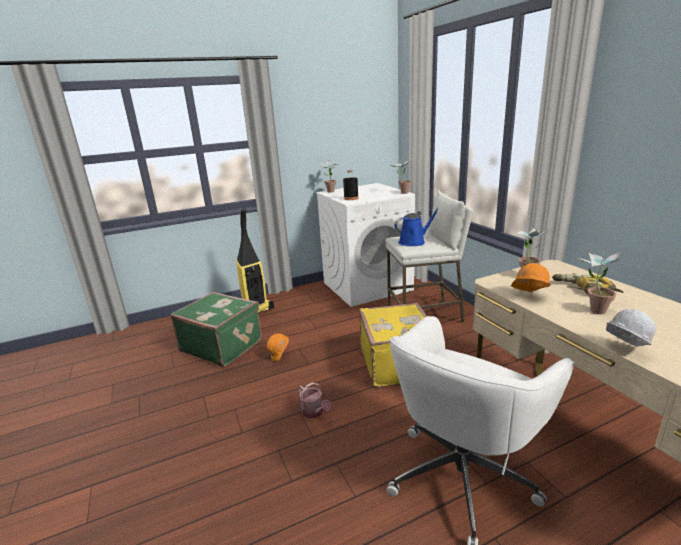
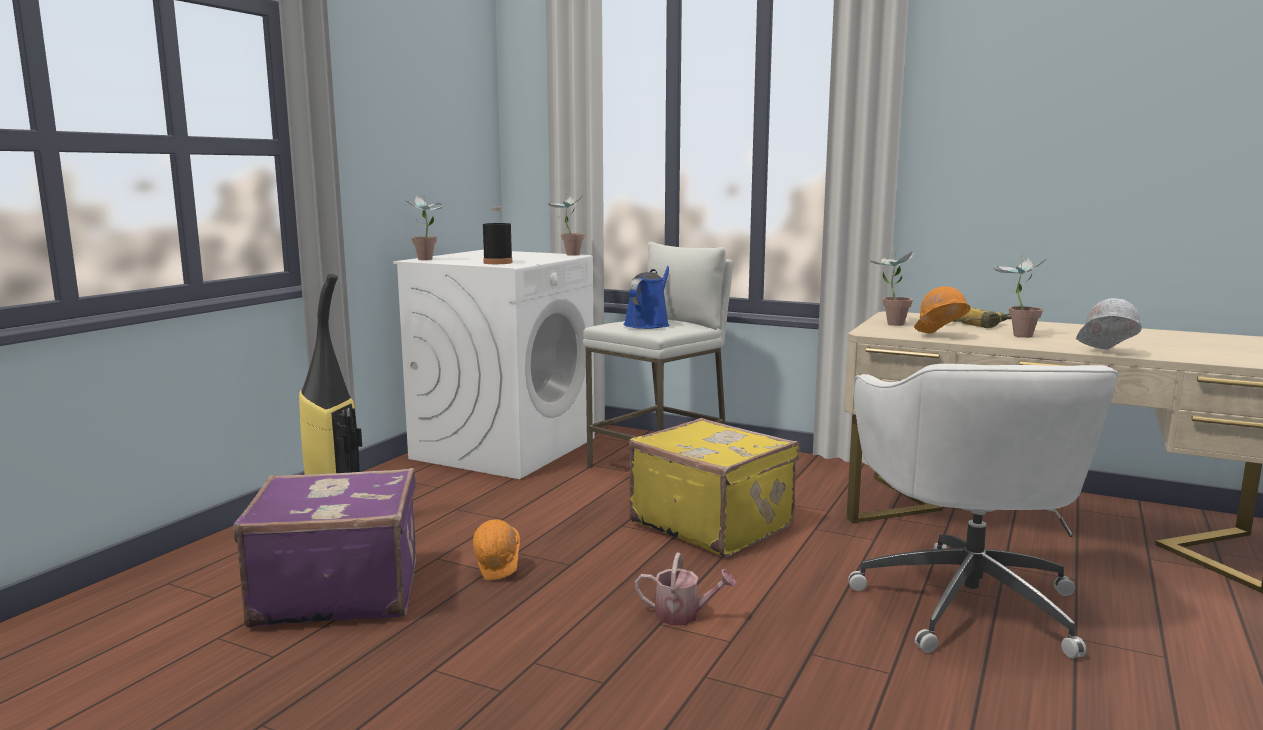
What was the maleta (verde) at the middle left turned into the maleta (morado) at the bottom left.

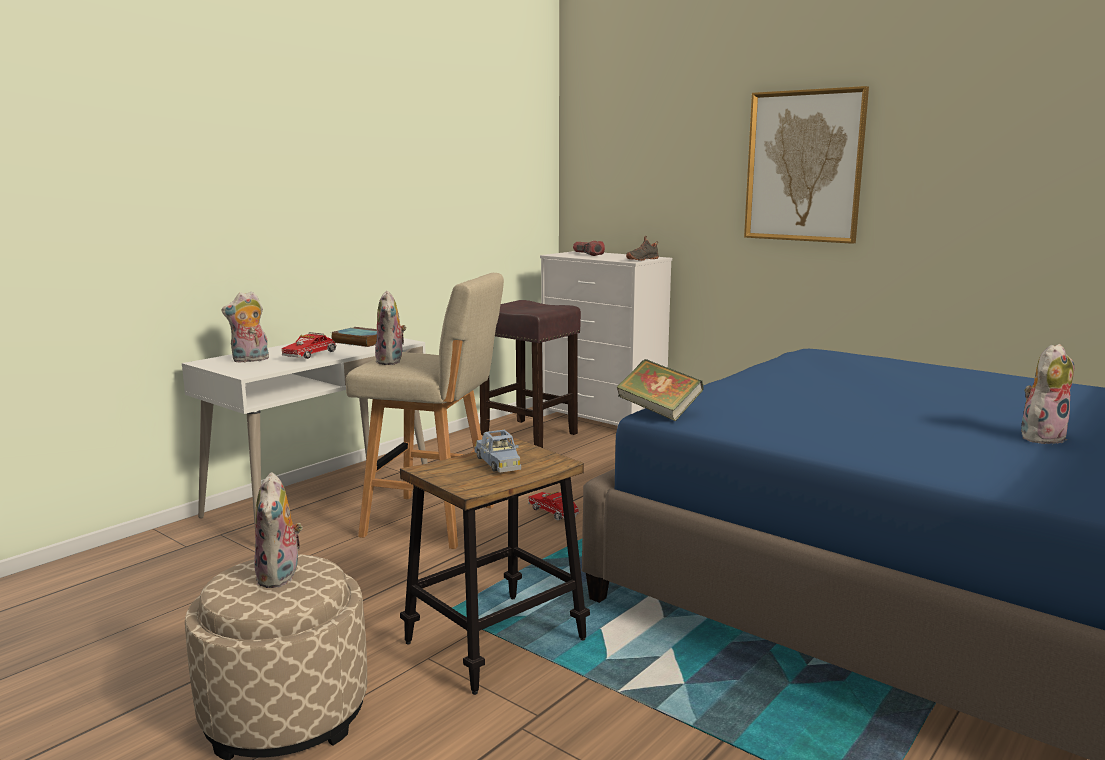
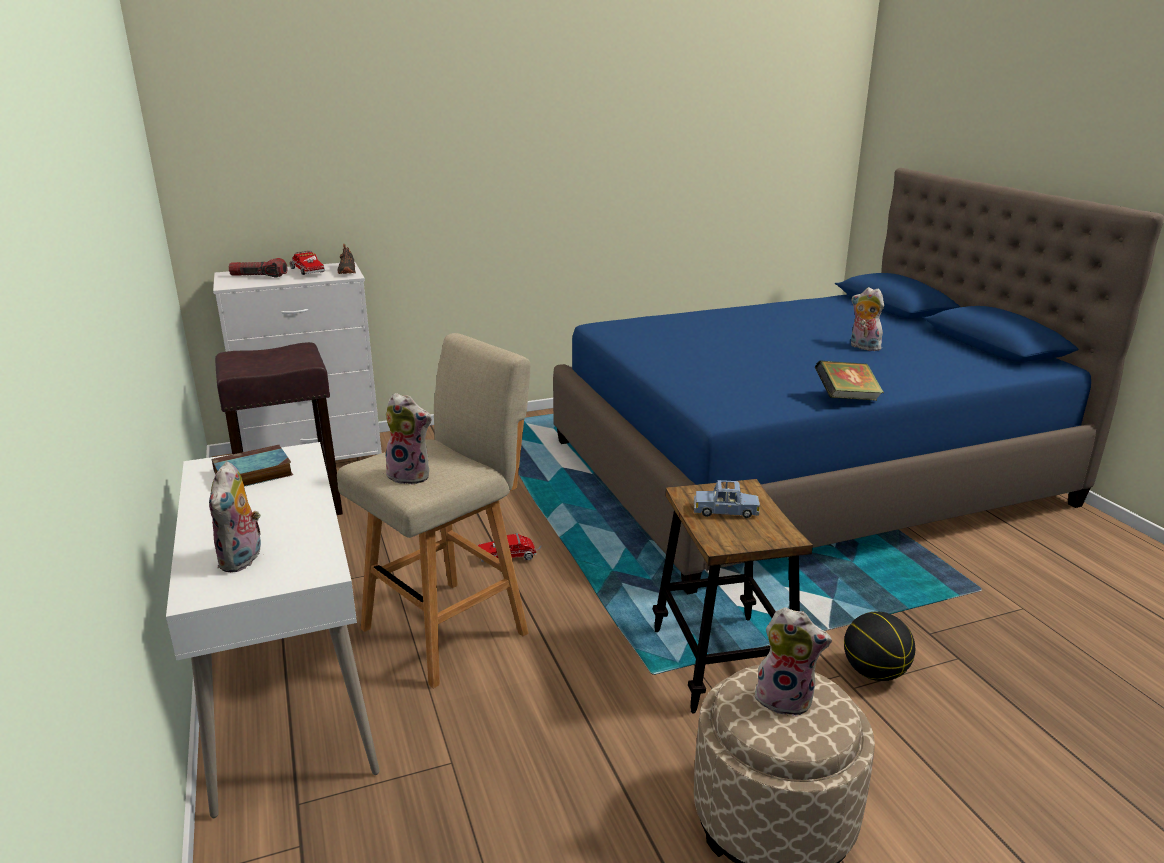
The second view lost the cuadro at the top right. The second view gained the balón de baloncesto at the bottom right. The camión de juguete (1st from left) ended up elsewhere, having gone from the middle left to the top left. The libro (2nd from left) ended up elsewhere, having gone from the centre to the middle right. The peluche (4th from left) at the middle right ended up facing another way, 45 degrees counterclockwise from before.

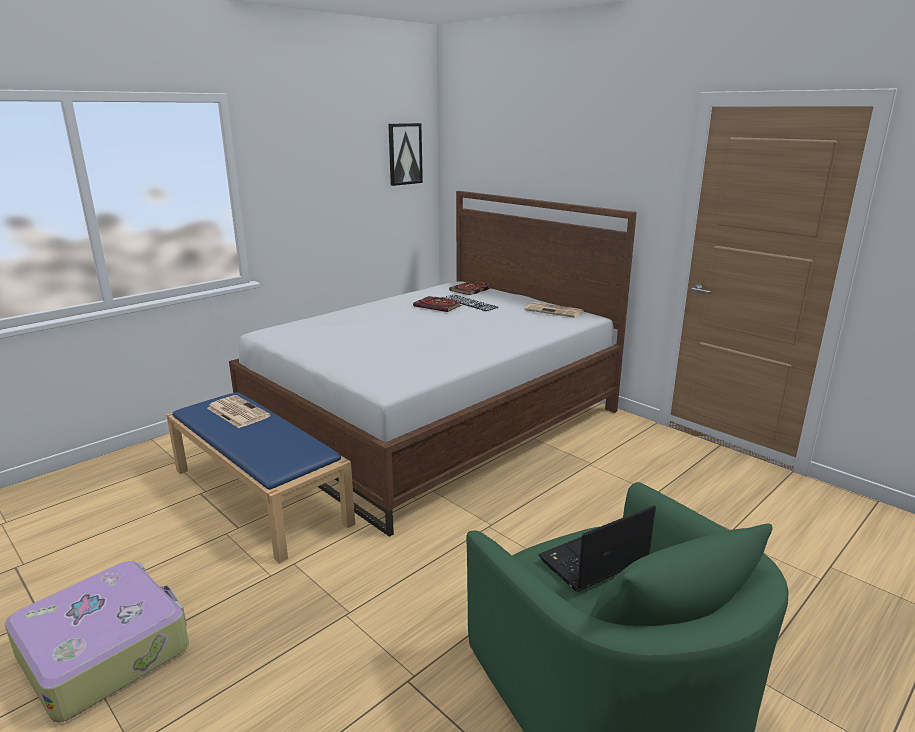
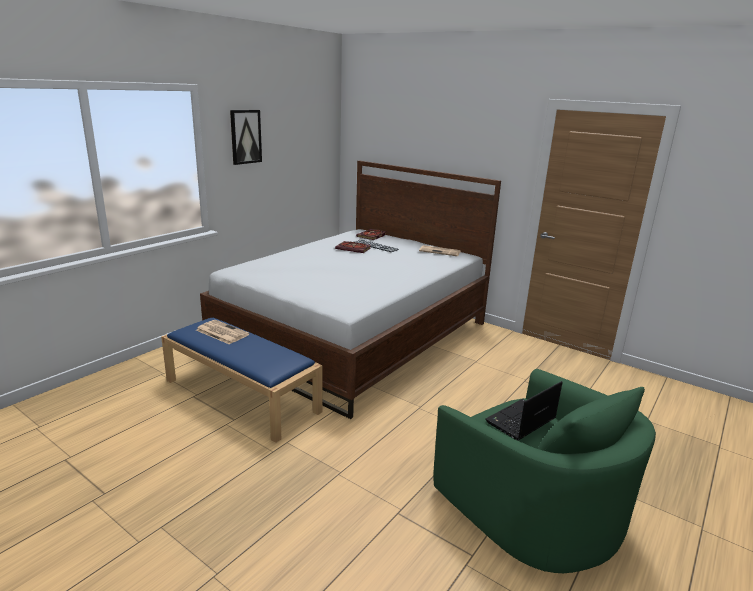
The second view lost the maleta at the bottom left. The cuadro ended up elsewhere, having gone from the top centre to the top left.

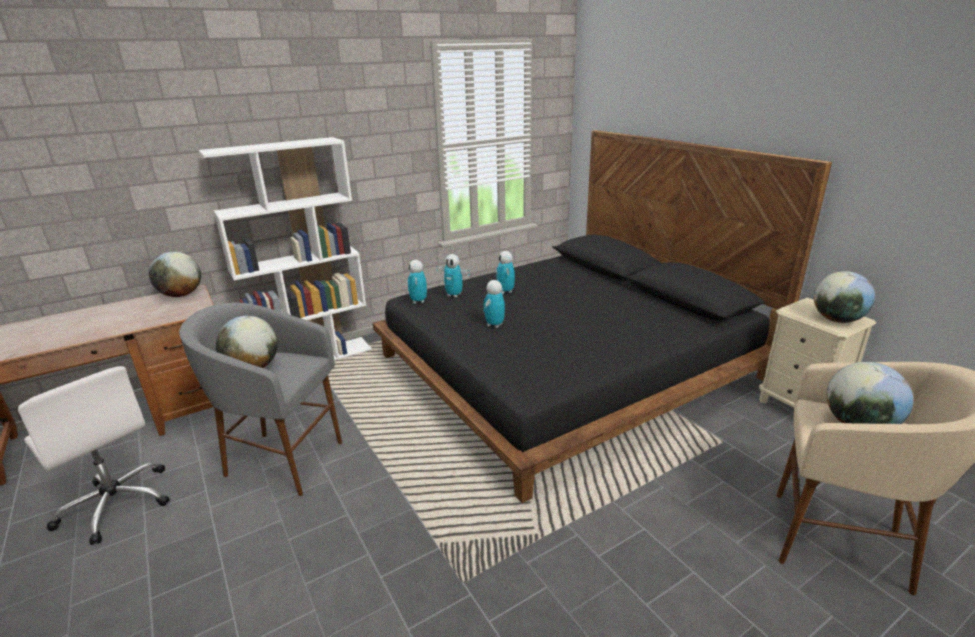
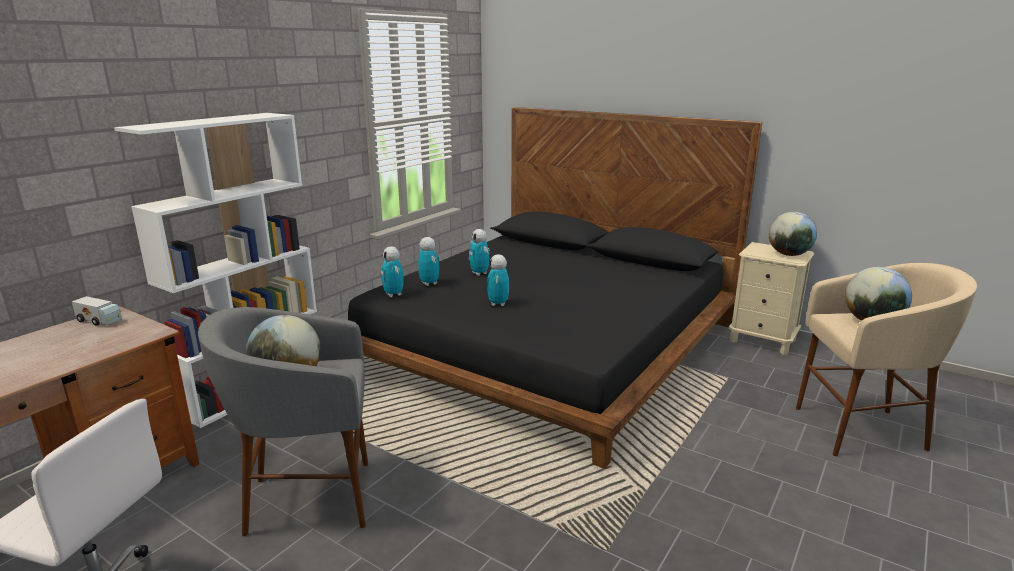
Where the globo terráqueo (1st from left) stood at the middle left, the camión de juguete came to stand at the middle left. The robot de juguete (2nd from left) at the centre ended up facing another way, 120 degrees counterclockwise from before.

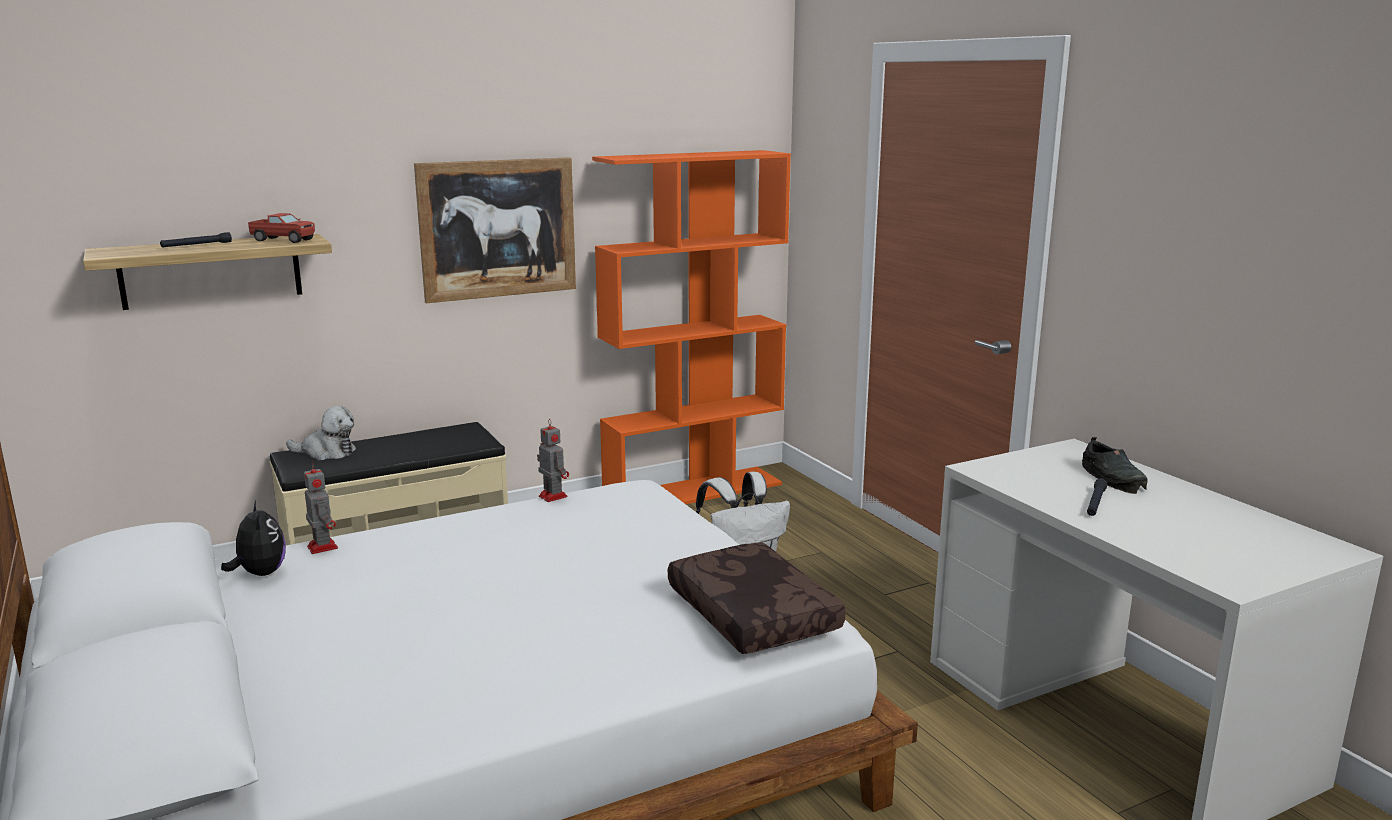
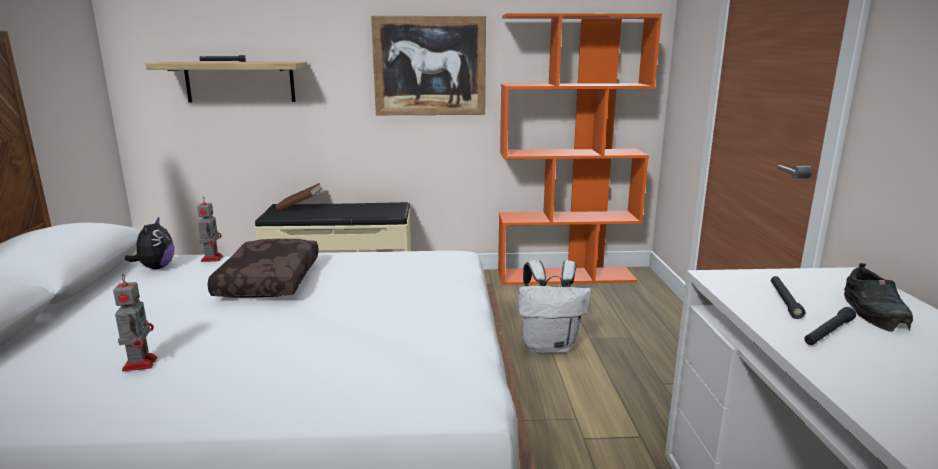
The second view lost the camión de juguete at the top left. The second view gained the linterna (negro) (2nd from left) at the middle right. The robot de juguete (2nd from left in the first image) ended up elsewhere, having gone from the centre to the bottom left. The cojín (marrón) ended up elsewhere, having gone from the bottom centre to the middle left. Where the peluche (2nd from left) stood at the middle left, the libro (marrón) came to stand at the middle left.

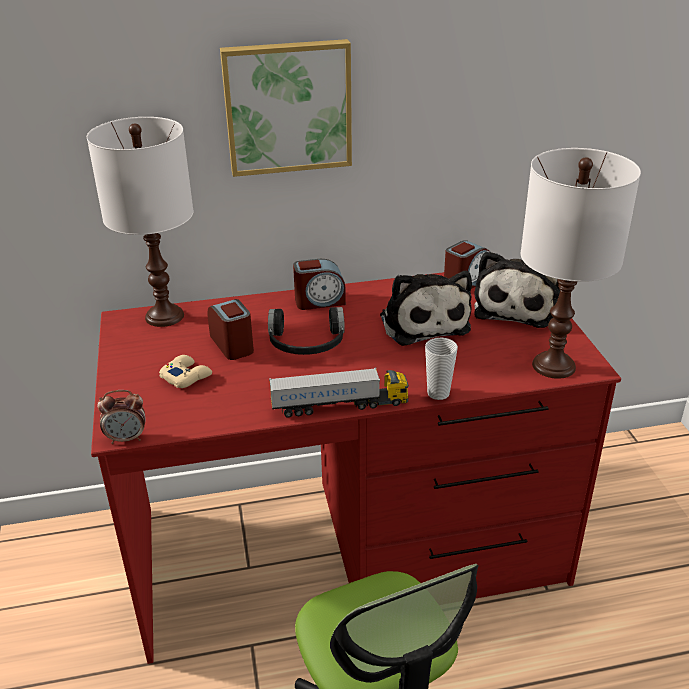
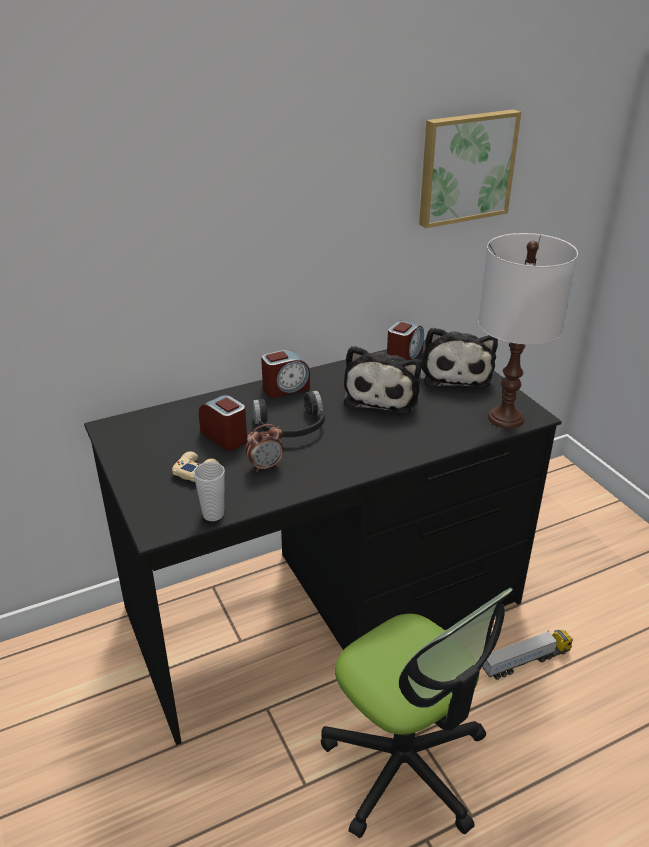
The second view lost the lámpara de mesa (blanco) (1st from left) at the top left. The despertador (1st from left in the first image) ended up elsewhere, having gone from the middle left to the centre. The cuadro ended up elsewhere, having gone from the top centre to the top right. The camión de juguete ended up elsewhere, having gone from the centre to the bottom right. The taza ended up elsewhere, having gone from the centre to the middle left. What was the escritorio (rojo) at the bottom centre turned into the escritorio (negro) at the centre. The peluche (1st from left) at the centre ended up facing another way, 45 degrees clockwise from before.

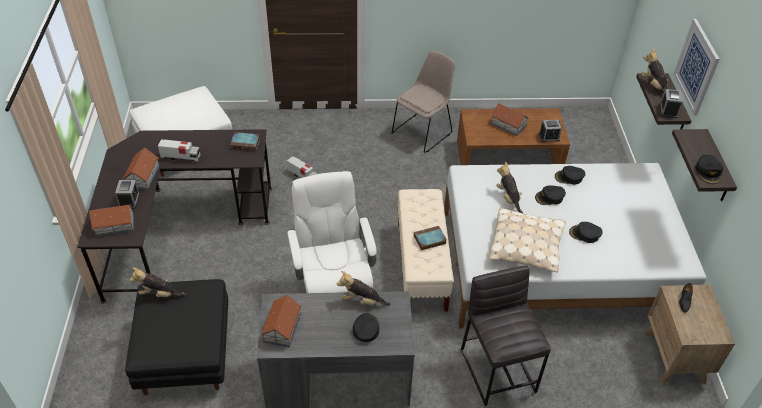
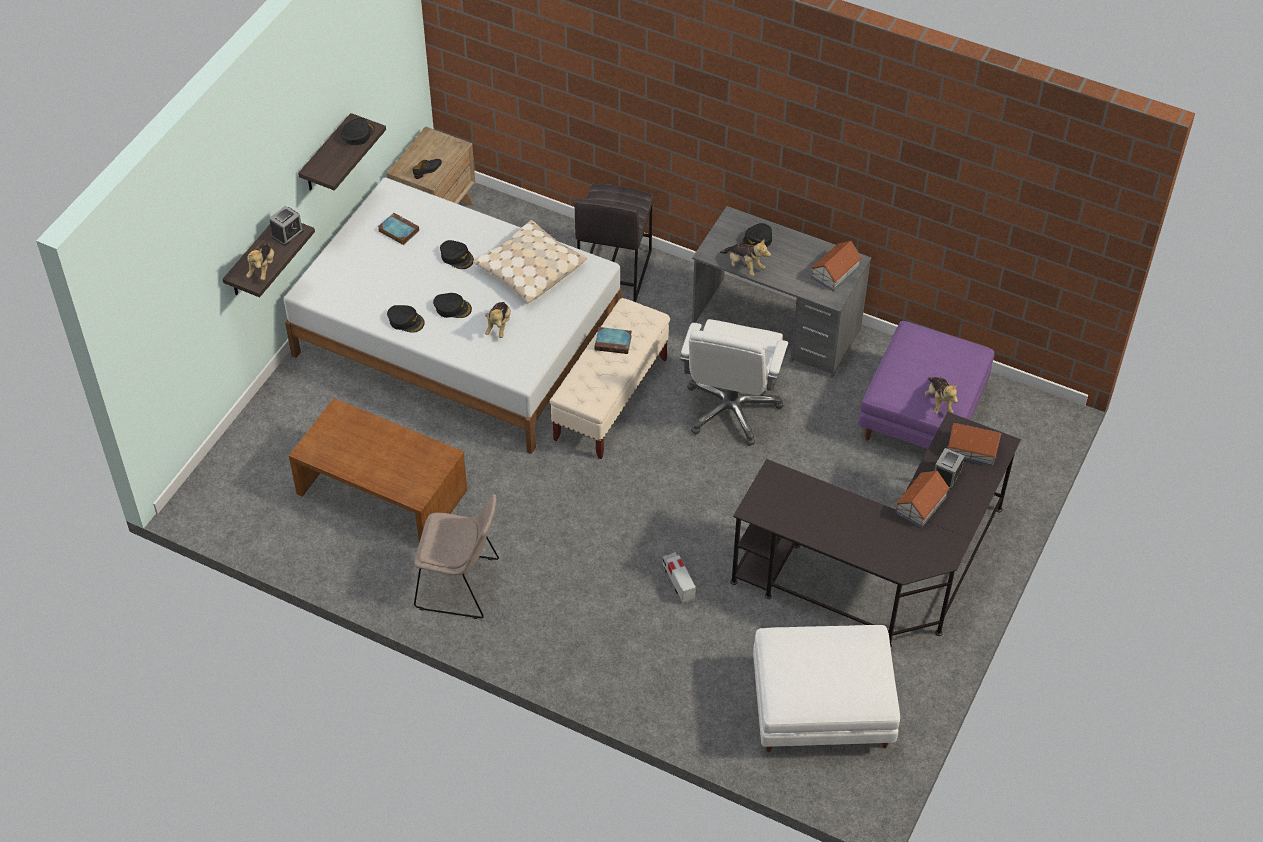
The second view lost the camión de juguete (1st from left) at the middle left. The second view lost the casita (4th from left) at the top right. The second view lost the despertador (2nd from left) at the top right. The second view lost the cuadro at the top right. The libro (1st from left) ended up elsewhere, having gone from the middle left to the top left. What was the puf (negro) at the bottom left turned into the puf (morado) at the middle right. The peluche (1st from left in the first image) at the bottom left ended up facing another way, 45 degrees clockwise from before. The silla (beis) at the top centre ended up facing another way, 150 degrees counterclockwise from before.

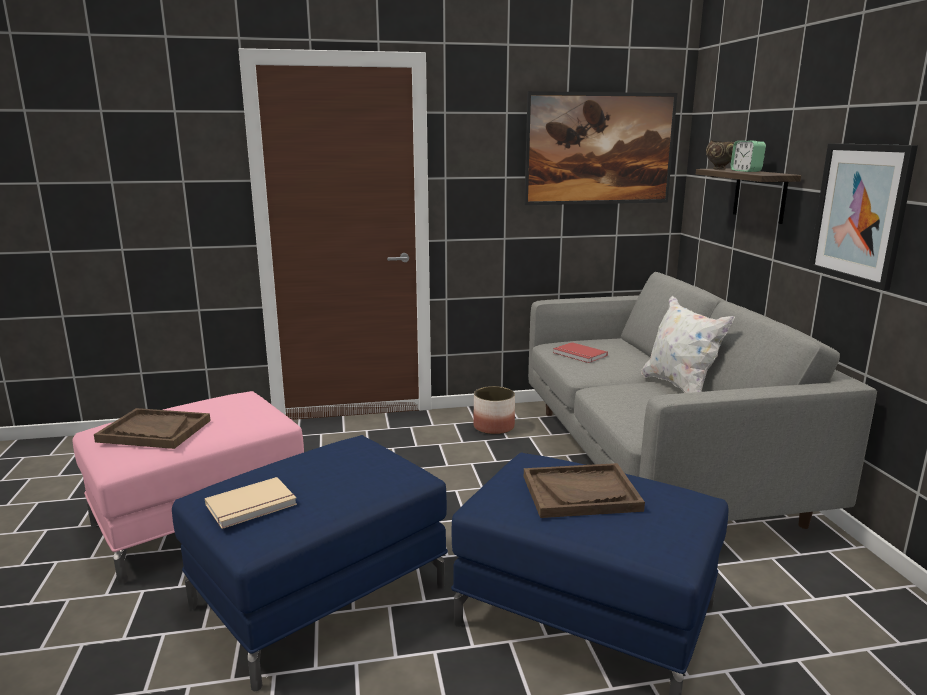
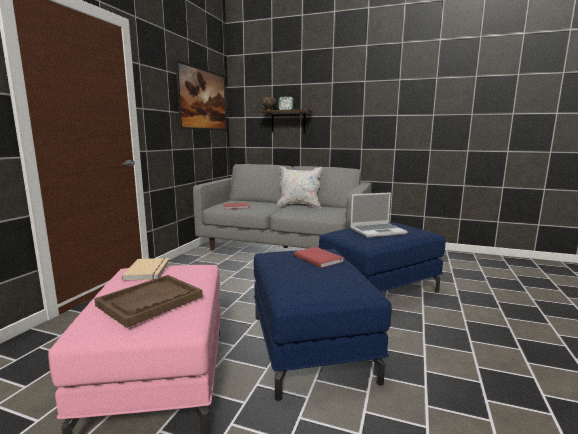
The second view lost the maceta at the centre. The second view lost the cuadro (2nd from left) at the top right. The second view gained the libro (rojo) (2nd from left) at the centre. The libro (beis) ended up elsewhere, having gone from the bottom left to the middle left. Where the bandeja (marrón) (2nd from left) stood at the bottom centre, the portátil came to stand at the centre.

